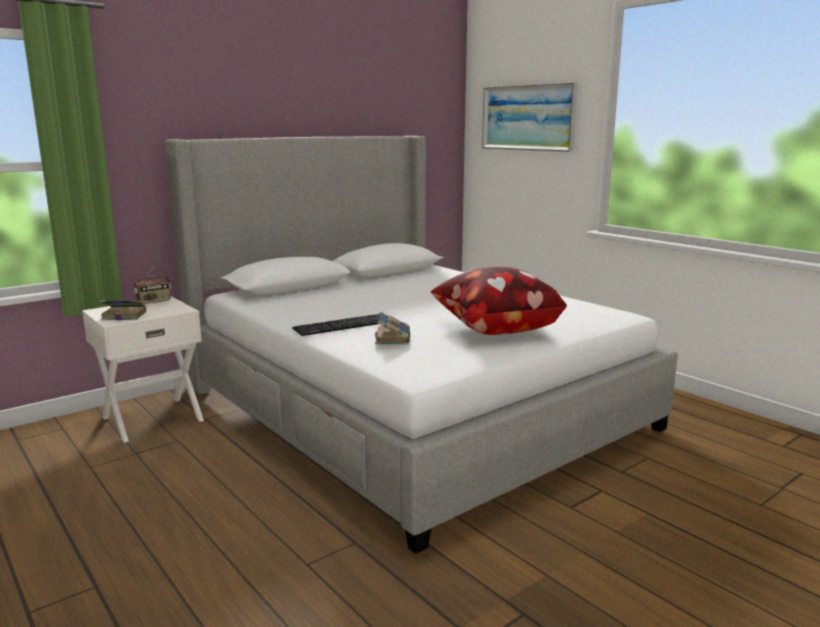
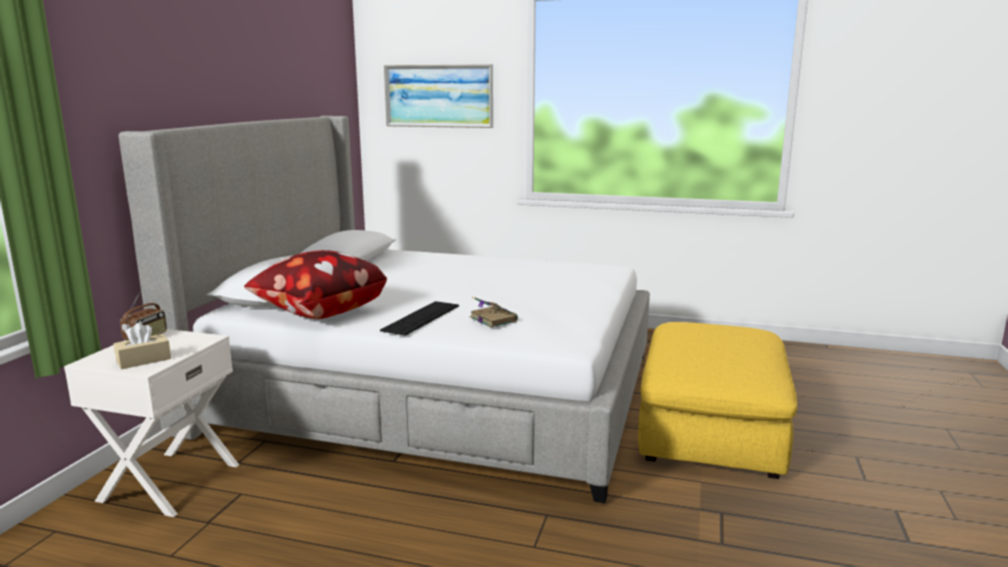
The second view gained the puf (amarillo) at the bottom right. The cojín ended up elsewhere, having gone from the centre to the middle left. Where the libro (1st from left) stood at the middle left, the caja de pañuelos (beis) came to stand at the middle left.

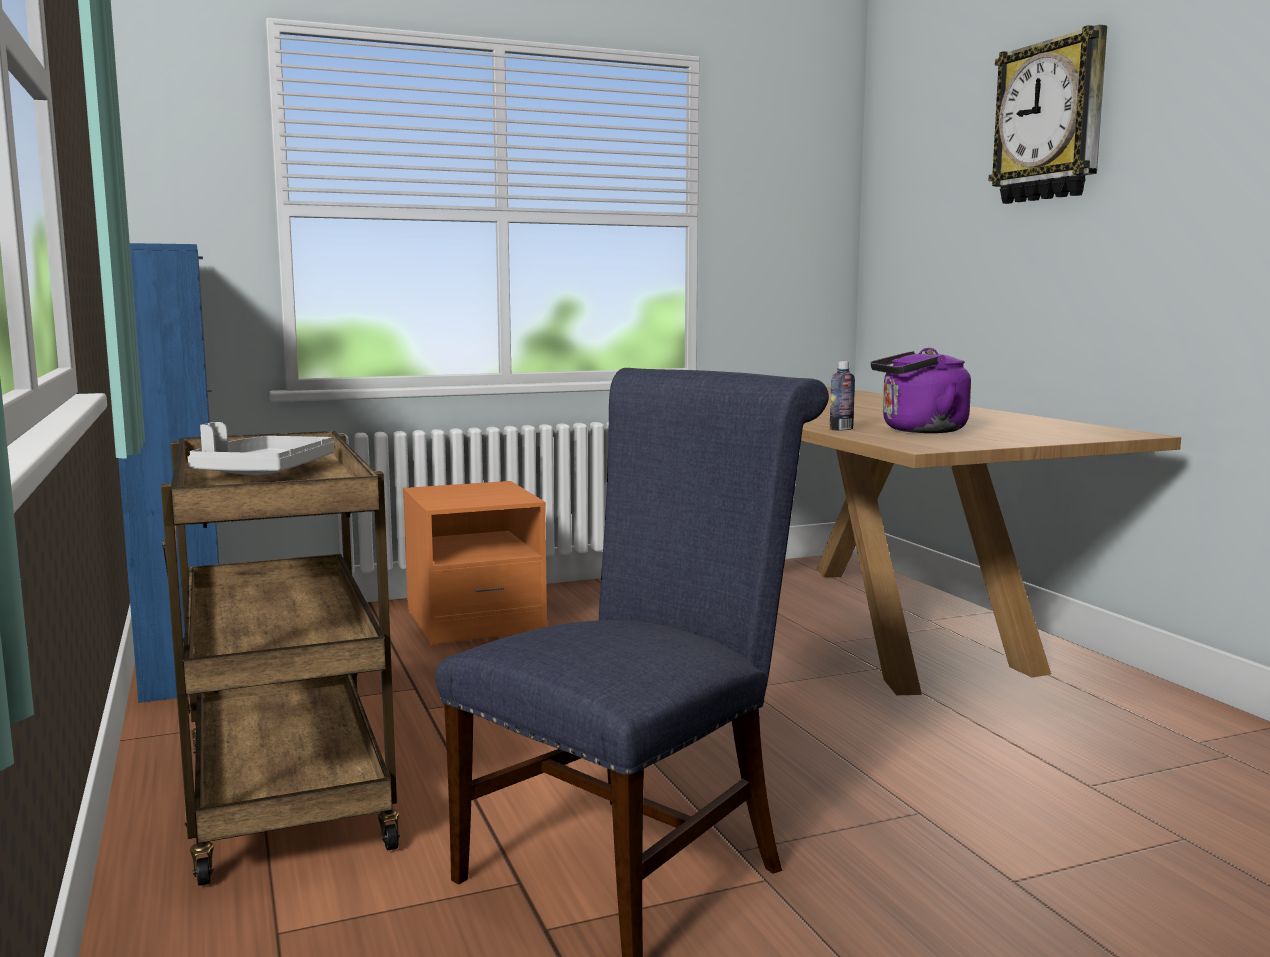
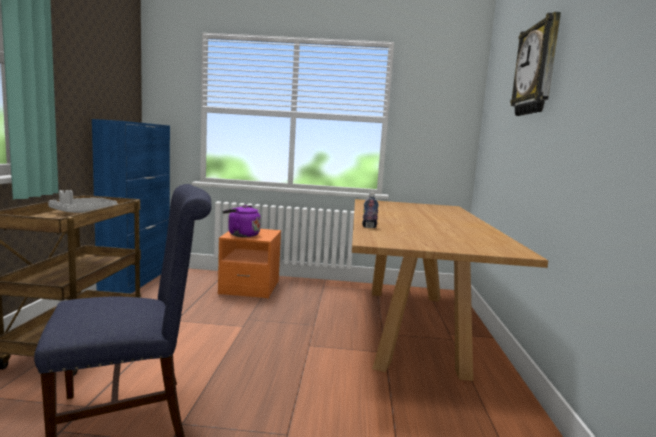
The hervidor (morado) ended up elsewhere, having gone from the middle right to the centre.

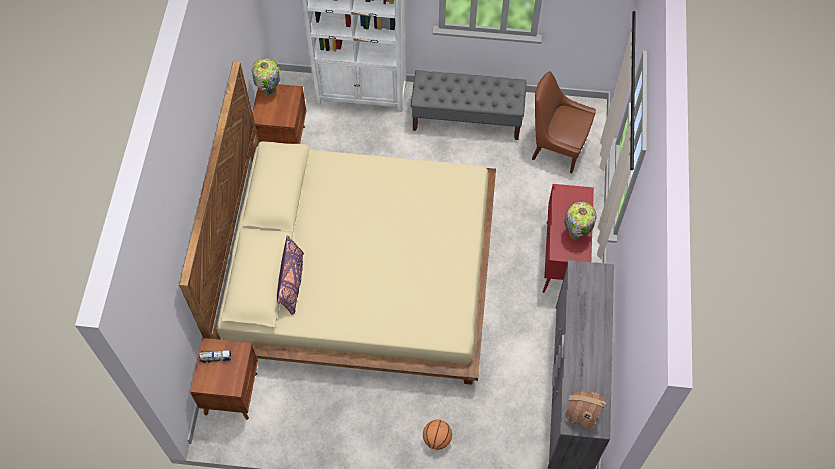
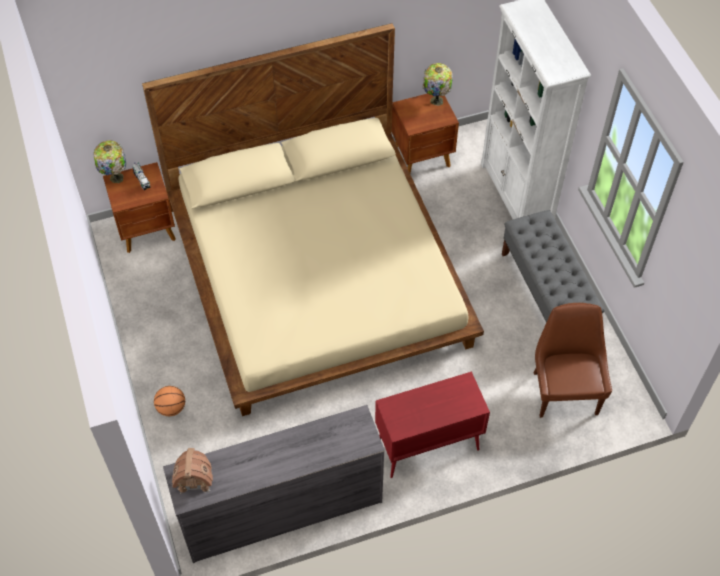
The second view lost the cojín (morado) at the centre. The lámpara de mesa (2nd from left in the first image) ended up elsewhere, having gone from the middle right to the top left.

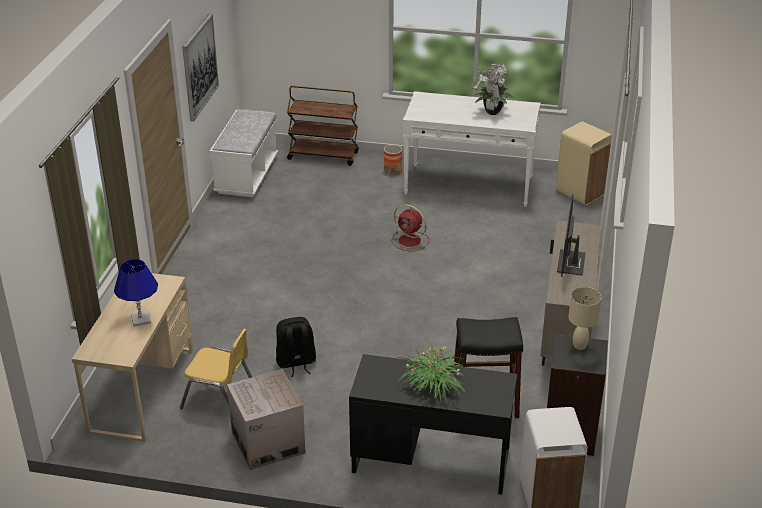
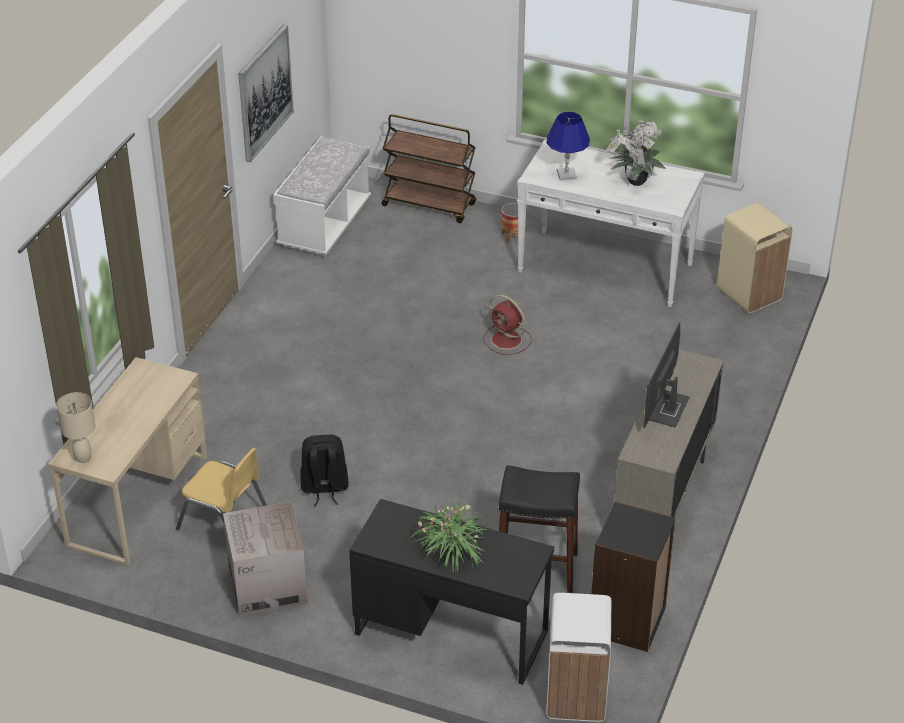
The lámpara de mesa (azul) ended up elsewhere, having gone from the middle left to the top centre. The lámpara de mesa (beis) ended up elsewhere, having gone from the middle right to the middle left.

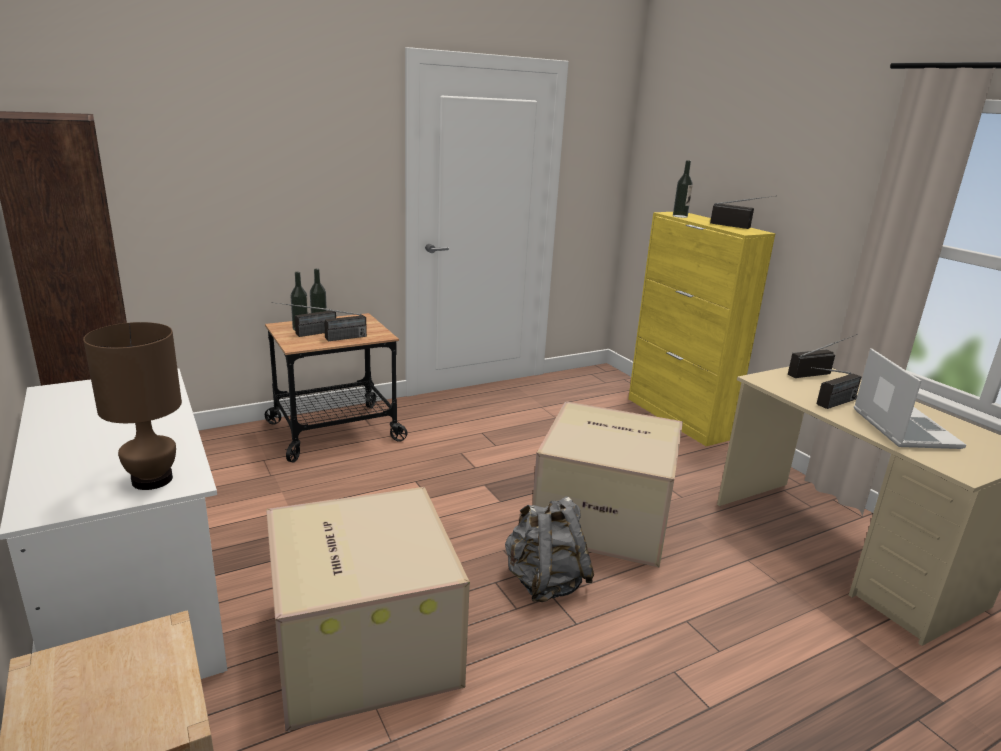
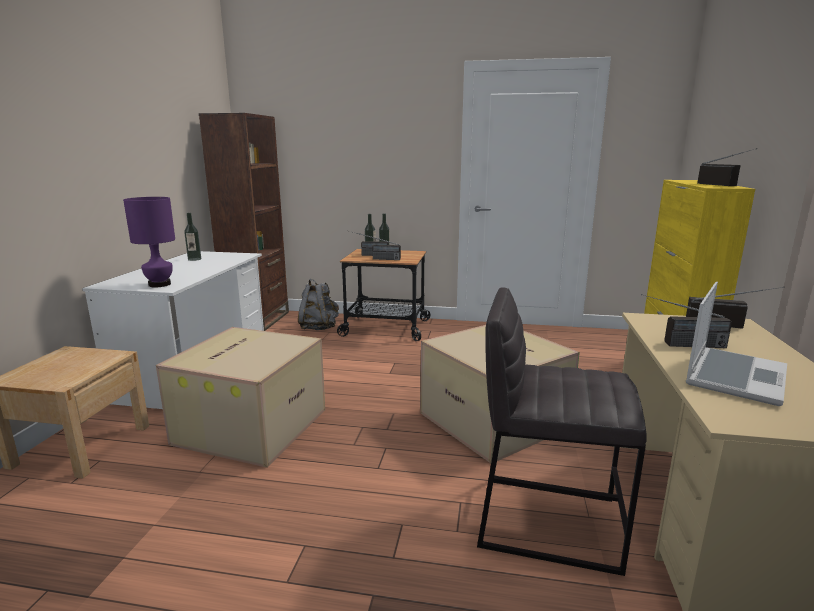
The second view gained the taburete (gris) at the bottom right. The mochila (gris) ended up elsewhere, having gone from the bottom centre to the centre. The botella (3rd from left in the first image) ended up elsewhere, having gone from the top right to the middle left. What was the lámpara de mesa (marrón) at the middle left turned into the lámpara de mesa (morado) at the middle left.

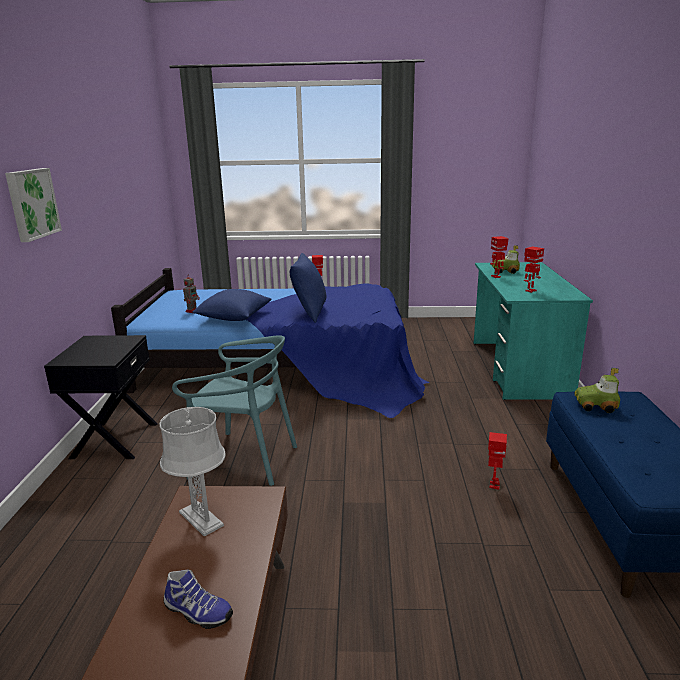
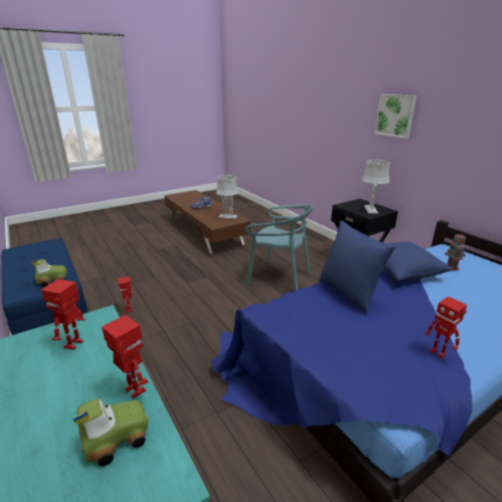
The second view gained the lámpara de mesa (gris) (2nd from left) at the middle right. The silla (turquesa) at the centre ended up facing another way, 135 degrees counterclockwise from before.

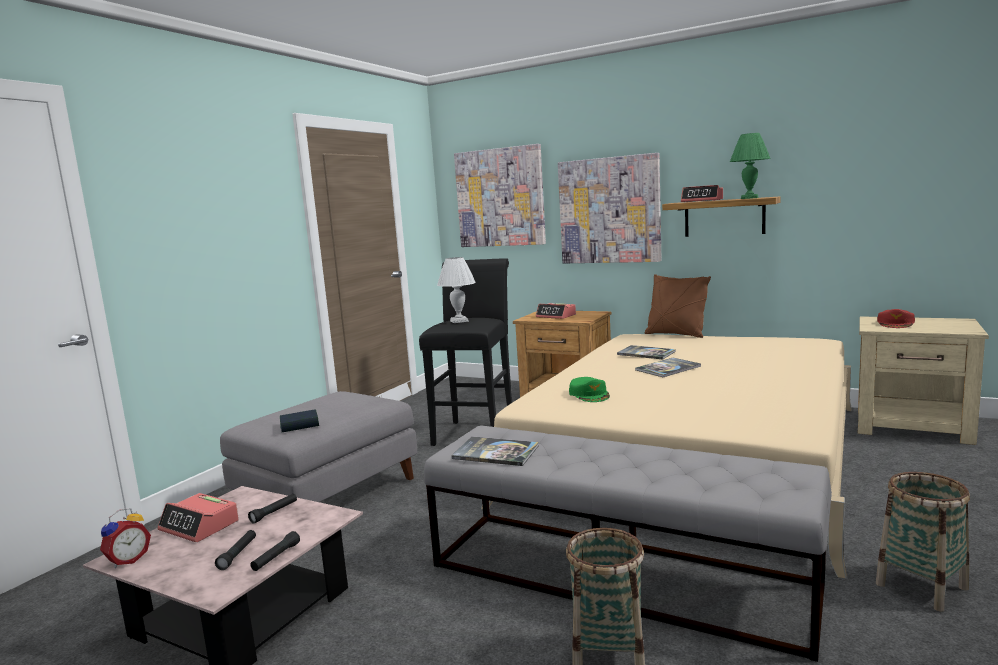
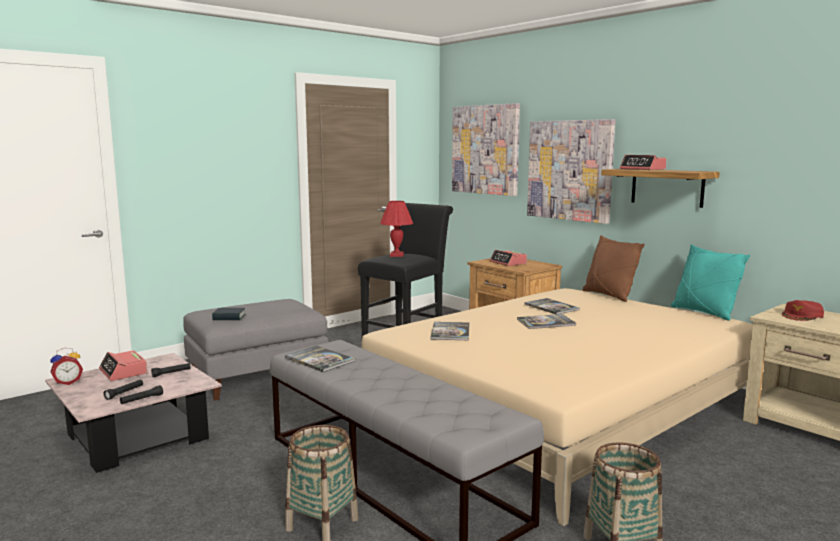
The second view lost the lámpara de mesa (verde) at the top right. The second view gained the cojín (turquesa) at the middle right. Where the gorra (verde) stood at the centre, the libro (3rd from left) came to stand at the centre. What was the lámpara de mesa (blanco) at the centre turned into the lámpara de mesa (rojo) at the centre.

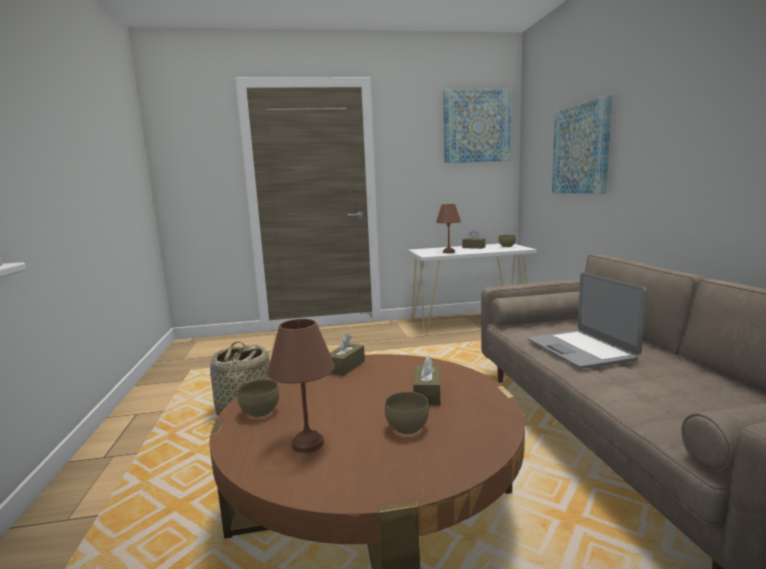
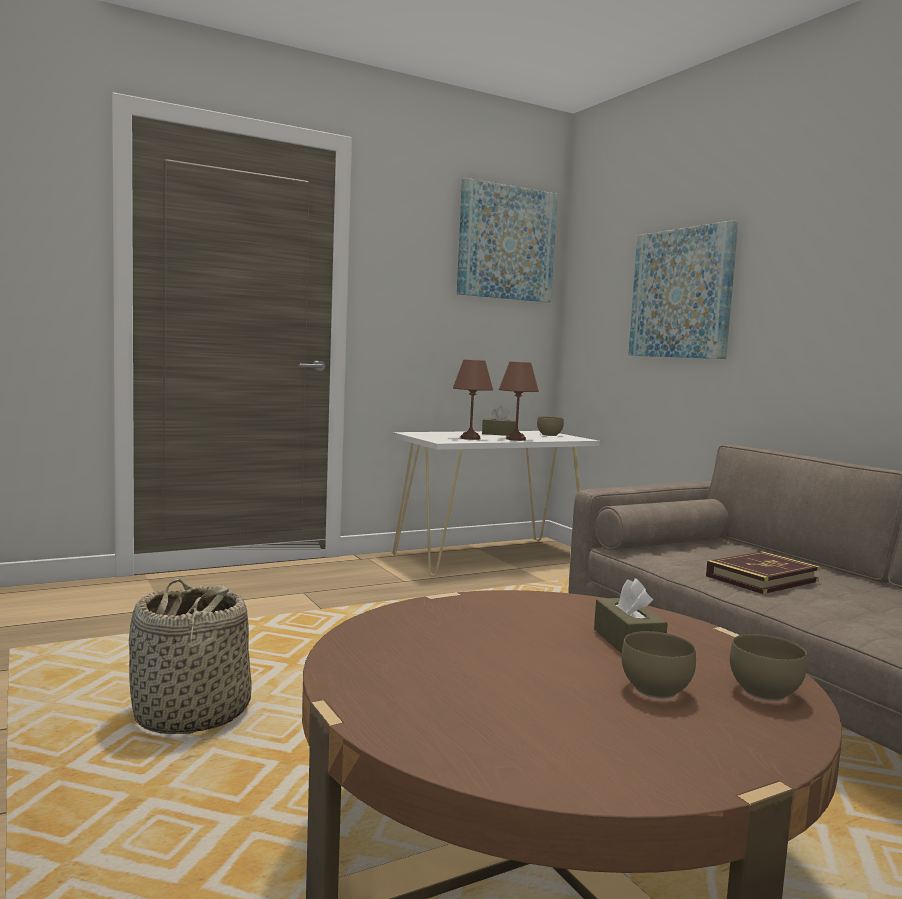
The second view lost the caja de pañuelos (marrón) (1st from left) at the centre. The cuenco (marrón) (1st from left in the first image) ended up elsewhere, having gone from the bottom centre to the bottom right. The lámpara de mesa (marrón) (1st from left in the first image) ended up elsewhere, having gone from the bottom centre to the centre. Where the portátil stood at the middle right, the libro came to stand at the middle right.

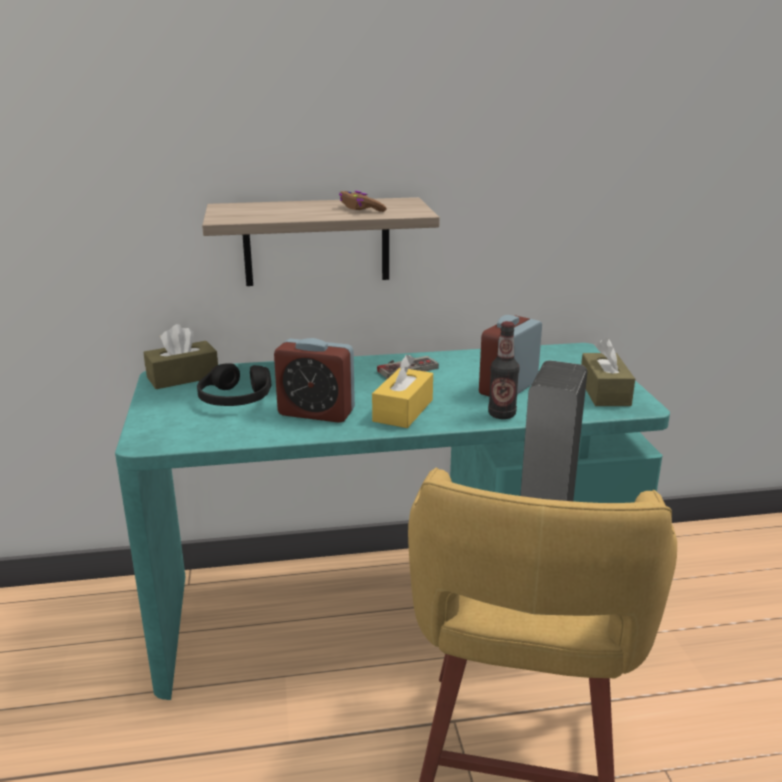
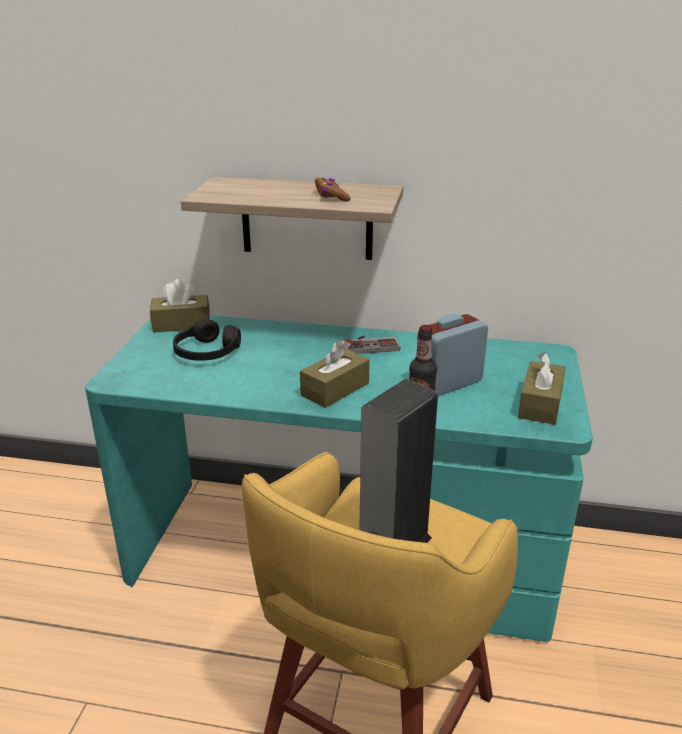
The second view lost the despertador (1st from left) at the centre. What was the caja de pañuelos (amarillo) at the centre turned into the caja de pañuelos (marrón) (2nd from left) at the centre.

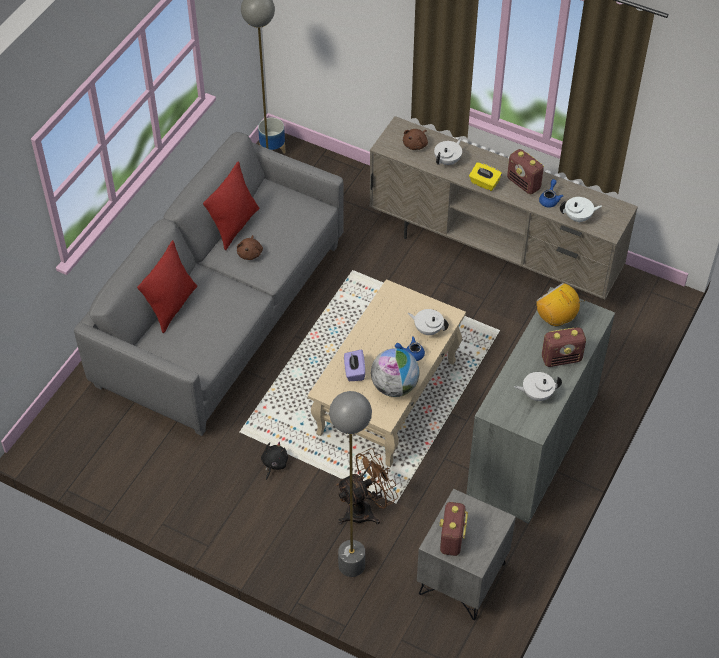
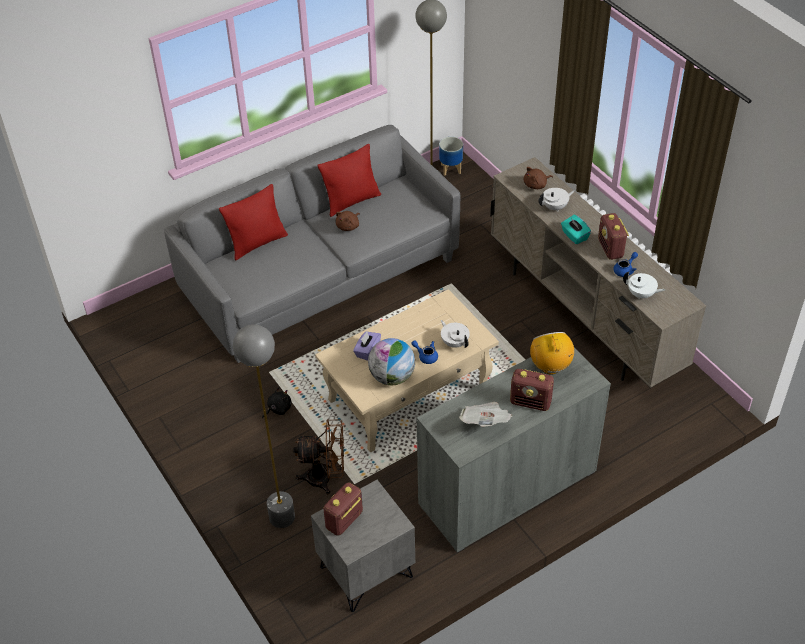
Where the tetera (blanco) (3rd from left) stood at the middle right, the periódico came to stand at the centre. What was the caja de pañuelos (amarillo) at the top right turned into the caja de pañuelos (turquesa) at the middle right.

